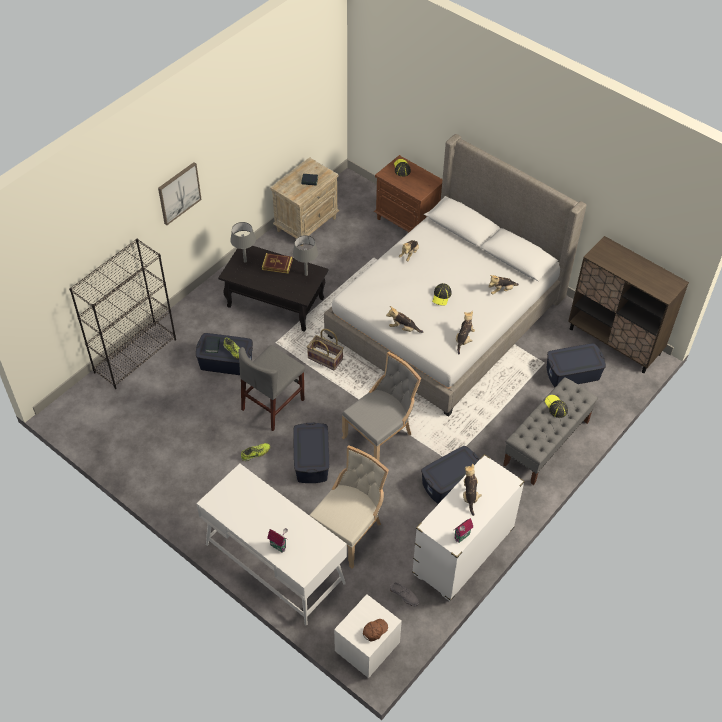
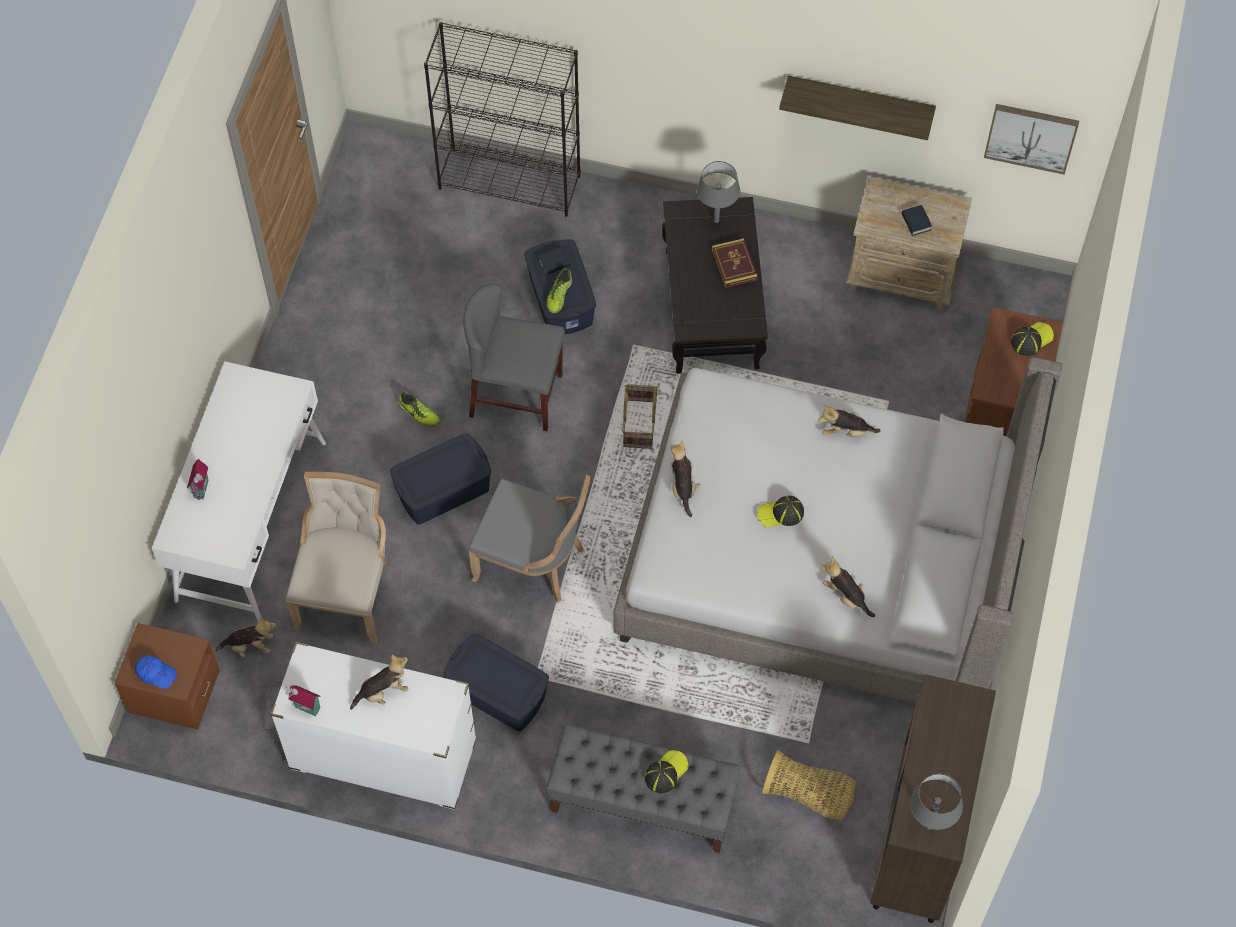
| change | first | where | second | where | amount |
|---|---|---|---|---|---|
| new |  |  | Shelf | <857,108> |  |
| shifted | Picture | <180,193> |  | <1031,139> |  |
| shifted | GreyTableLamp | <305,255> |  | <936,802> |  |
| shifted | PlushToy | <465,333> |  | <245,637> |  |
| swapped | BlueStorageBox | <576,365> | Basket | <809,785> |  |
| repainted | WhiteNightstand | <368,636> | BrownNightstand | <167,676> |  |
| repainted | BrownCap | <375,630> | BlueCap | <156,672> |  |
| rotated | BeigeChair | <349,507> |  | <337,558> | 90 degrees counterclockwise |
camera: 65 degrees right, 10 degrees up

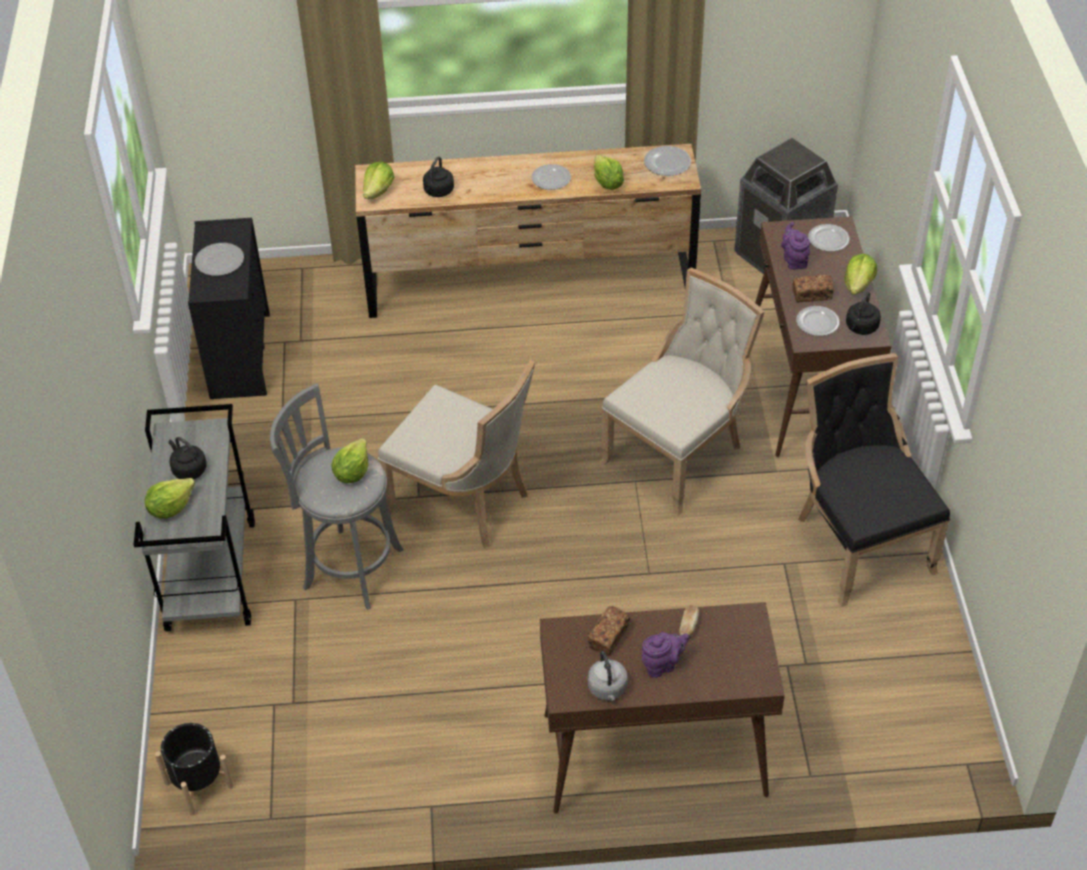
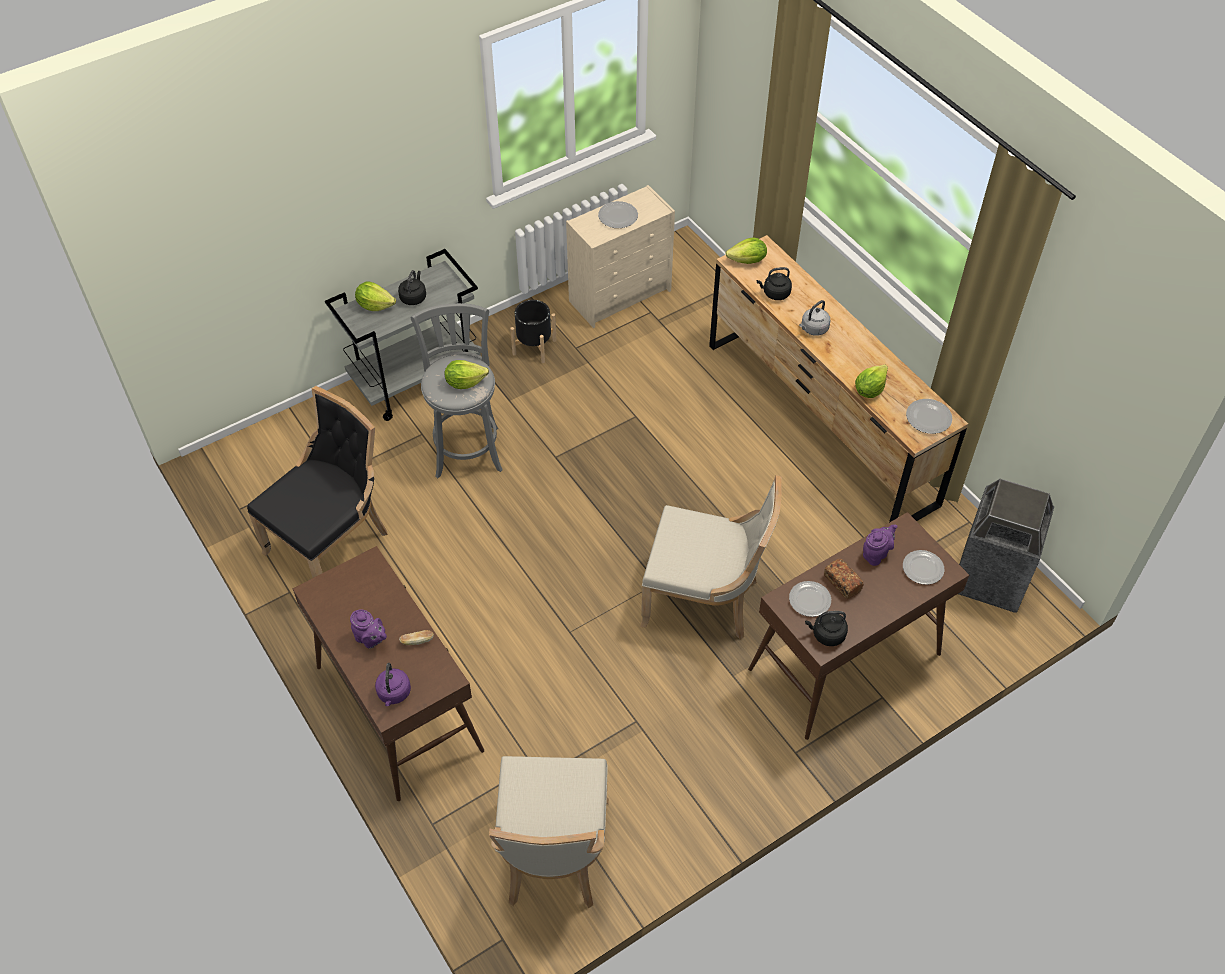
| change | first | where | second | where | amount |
|---|---|---|---|---|---|
| gone | Plate | <551,177> |  |  |  |
| gone | Bread | <609,631> |  |  |  |
| gone | Lettuce | <860,274> |  |  |  |
| new |  |  | PurpleKettle | <393,684> |  |
| shifted | BlackPlanter | <194,769> |  | <533,331> |  |
| shifted | BeigeChair | <456,454> |  | <549,832> |  |
| shifted | GreyKettle | <608,676> |  | <814,318> |  |
| shifted | BlackChair | <874,480> |  | <317,482> |  |
| repainted | BlackDresser | <229,308> | BeigeDresser | <620,256> |  |
camera: 60 degrees right, 5 degrees up

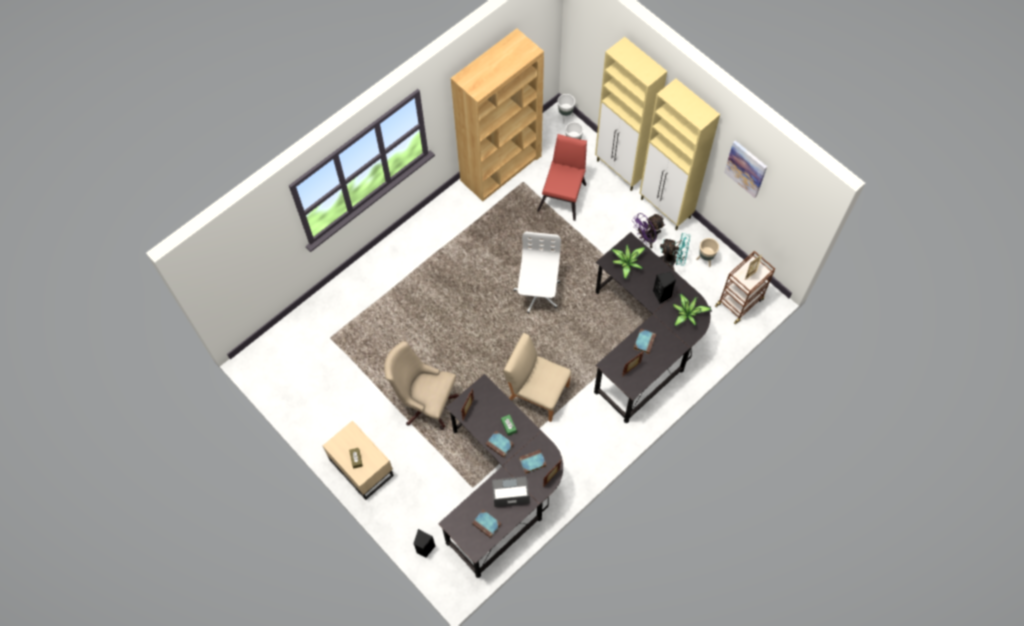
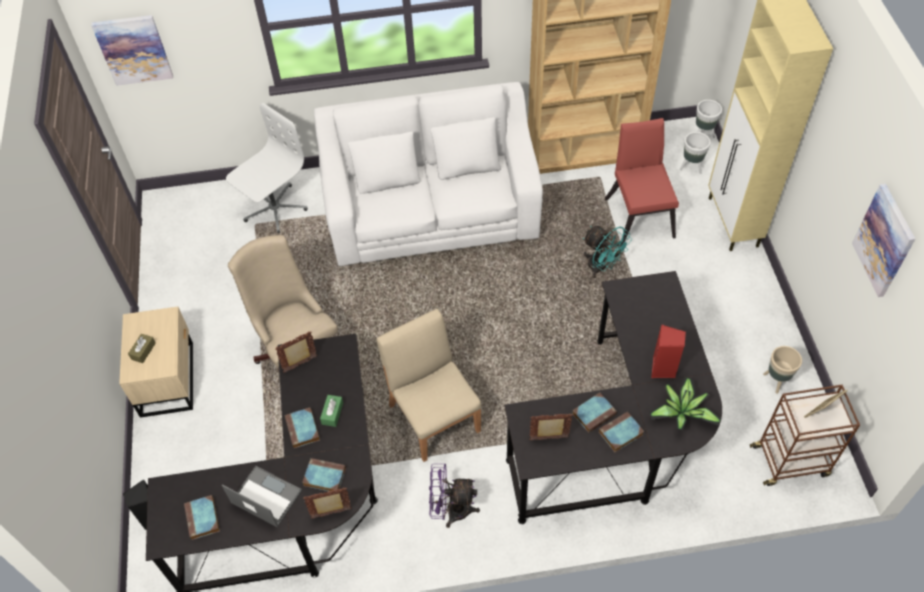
| change | first | where | second | where | amount |
|---|---|---|---|---|---|
| gone | PottedPlant | <629,262> |  |  |  |
| gone | BeigeCabinet | <680,154> |  |  |  |
| new |  |  | Picture | <132,50> |  |
| new |  |  | WhiteSofa | <428,174> |  |
| new |  |  | Book | <621,432> |  |
| shifted | WhiteOfficeChair | <537,272> |  | <267,168> |  |
| shifted | PurpleFan | <648,230> |  | <454,496> |  |
| shifted | TurquoiseFan | <674,251> |  | <607,252> |  |
| repainted | BlackSpeaker | <664,288> | RedSpeaker | <668,351> |  |
| rotated | RedChair | <562,177> |  | <641,182> | 60 degrees counterclockwise |
camera: 35 degrees right, 10 degrees down

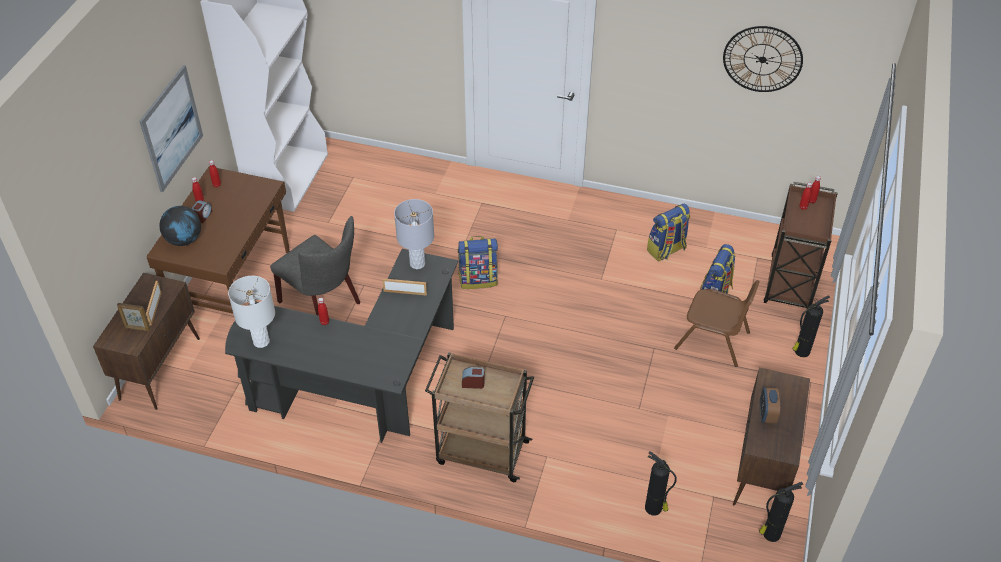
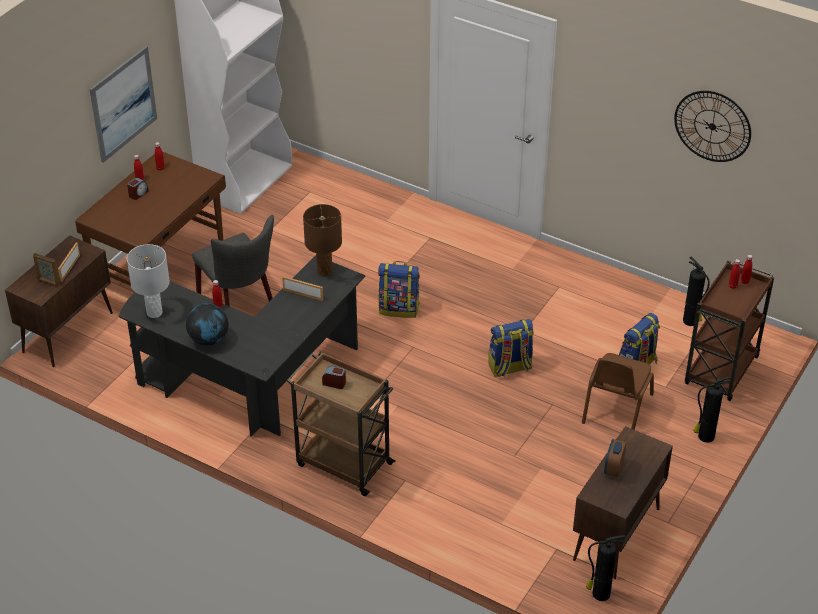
| change | first | where | second | where | amount |
|---|---|---|---|---|---|
| shifted | Globe | <180,226> |  | <207,324> |  |
| shifted | FireExtinguisher | <661,483> |  | <696,291> |  |
| shifted | Backpack | <668,232> |  | <511,348> |  |
| repainted | GreyTableLamp | <414,234> | BrownTableLamp | <322,240> |  |
| rotated | BrownChair | <717,323> |  | <618,391> | 75 degrees clockwise |
camera: 15 degrees right, 5 degrees down

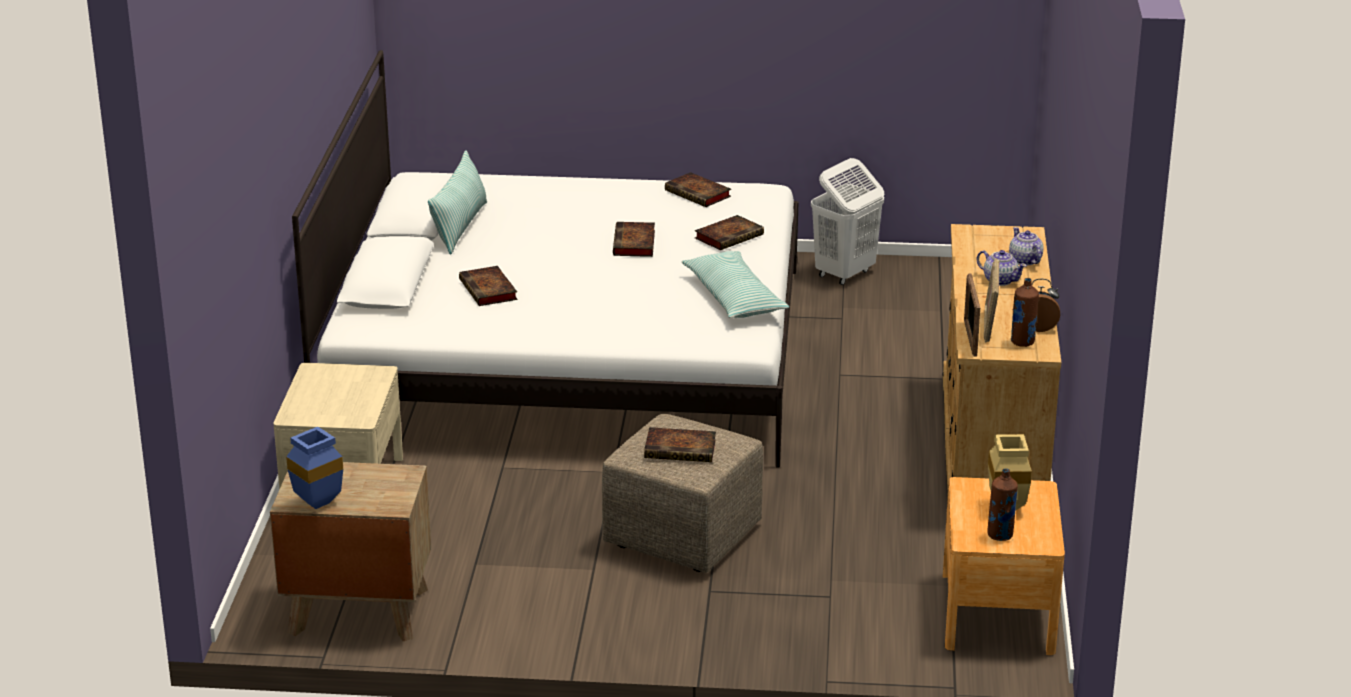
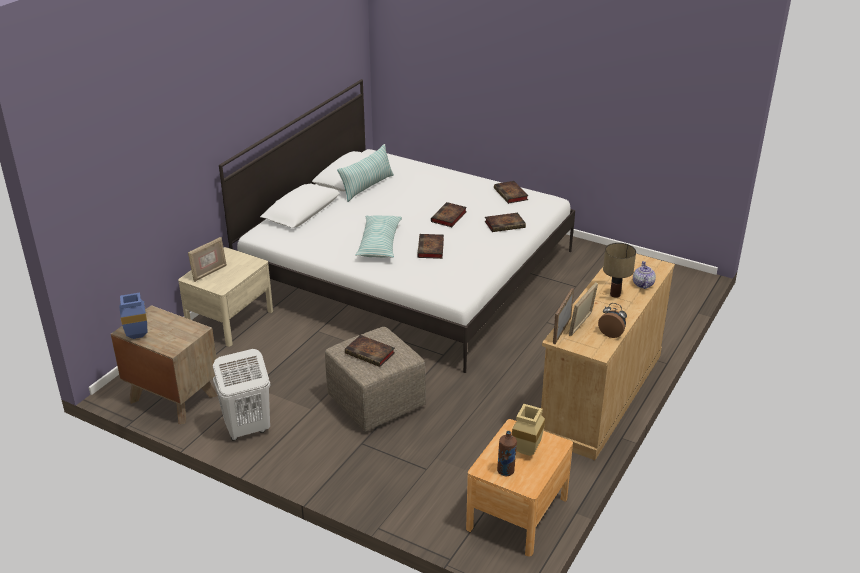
| change | first | where | second | where | amount |
|---|---|---|---|---|---|
| gone | BrownBottle | <1025,312> |  |  |  |
| new |  |  | PictureFrame | <207,259> |  |
| shifted | Book | <488,286> |  | <430,246> |  |
| shifted | Pillow | <735,284> |  | <378,236> |  |
| shifted | WhiteLaundryBasket | <847,221> |  | <241,395> |  |
| swapped | Teapot | <1002,268> | TableLamp | <619,270> |  |
camera: 25 degrees right, 5 degrees up

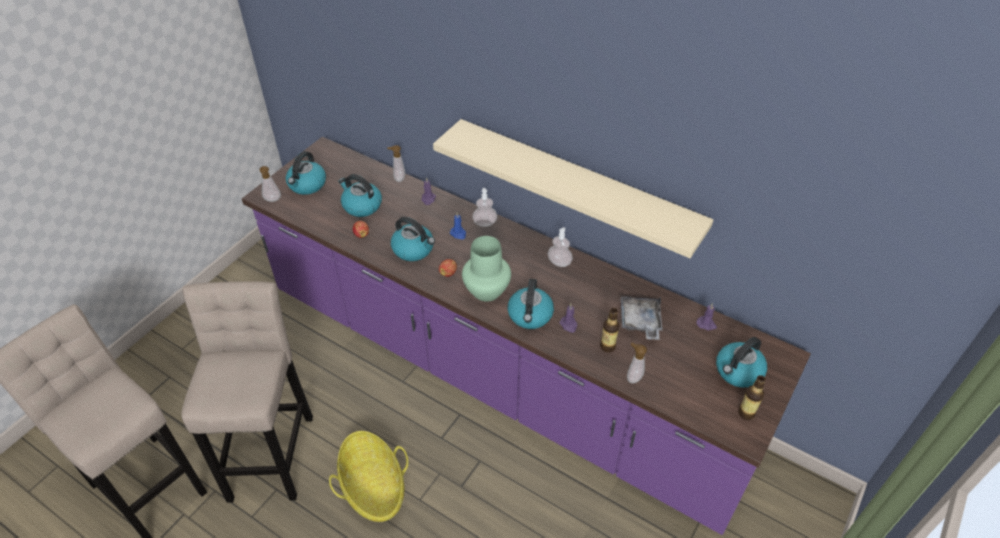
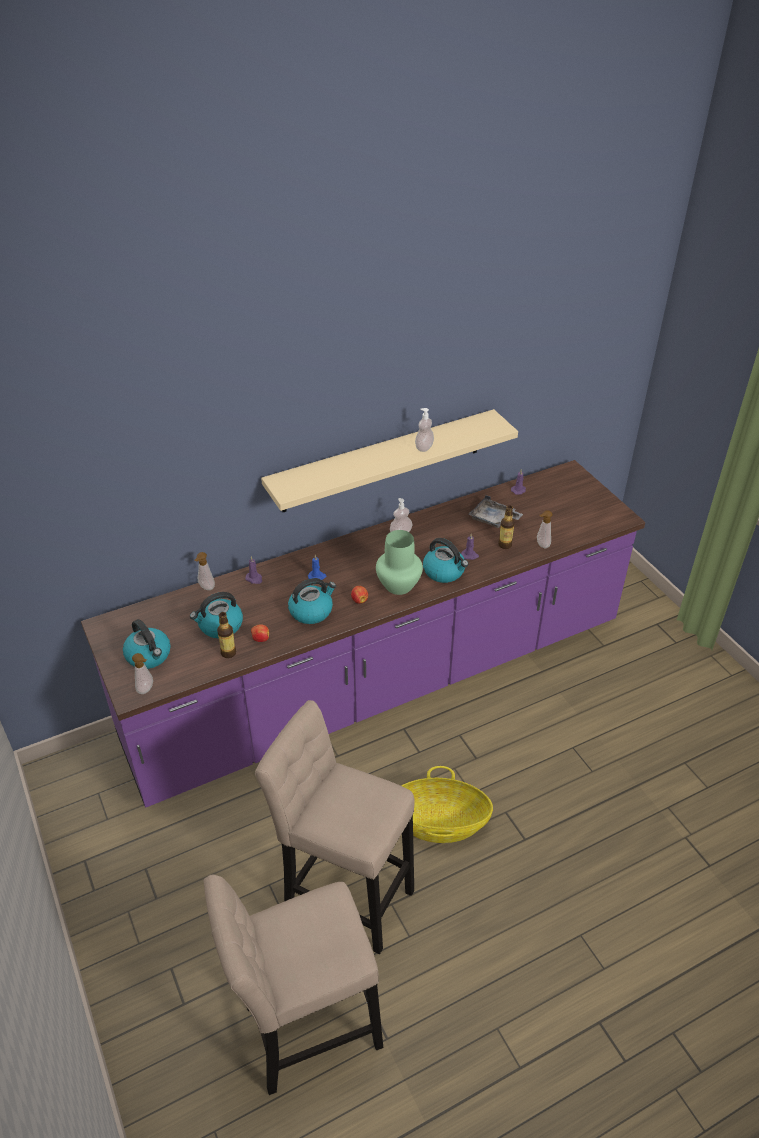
| change | first | where | second | where | amount |
|---|---|---|---|---|---|
| gone | Kettle | <741,362> |  |  |  |
| shifted | SoapDispenser | <484,207> |  | <424,430> |  |
| shifted | Bottle | <752,397> |  | <226,635> |  |
camera: 60 degrees left, 5 degrees down

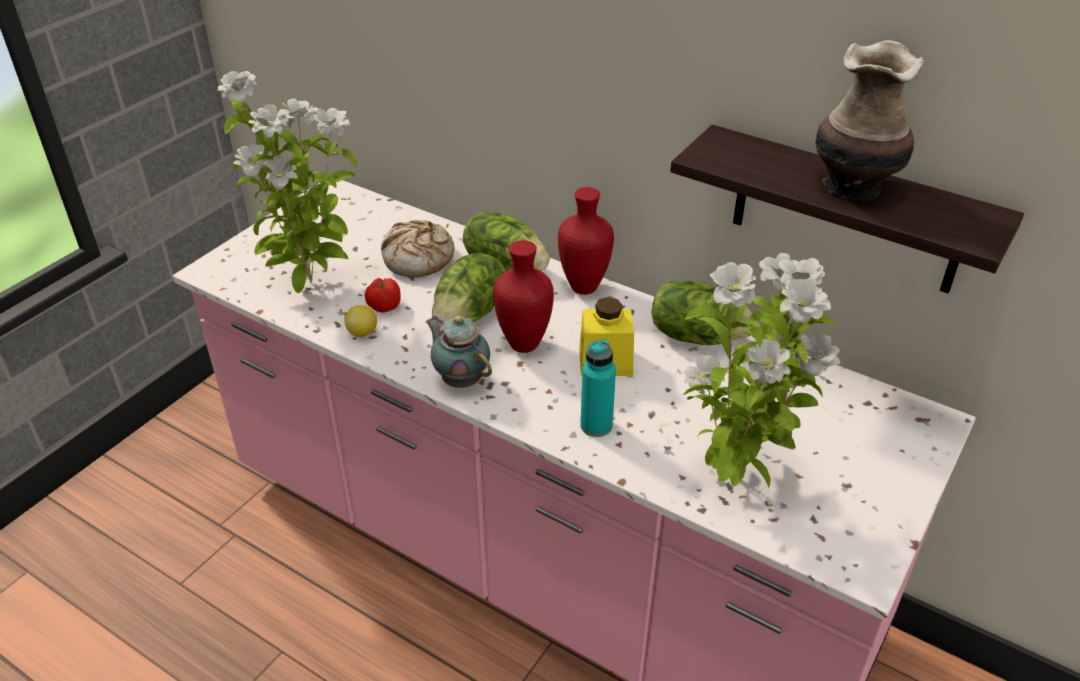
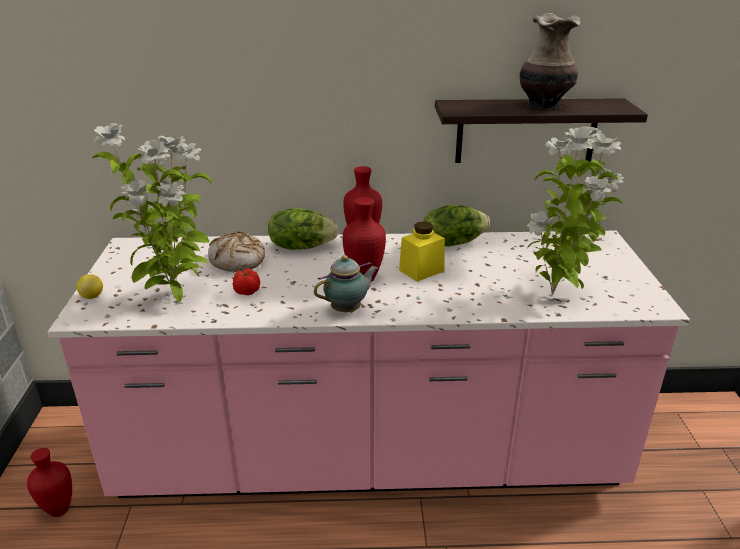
| change | first | where | second | where | amount |
|---|---|---|---|---|---|
| gone | Lettuce | <469,290> |  |  |  |
| gone | TurquoiseBottle | <598,388> |  |  |  |
| new |  |  | RedVase | <49,482> |  |
| shifted | Lemon | <360,321> |  | <89,286> |  |
| rotated | Teapot | <458,352> |  | <346,283> | 135 degrees clockwise |
camera: 35 degrees left, 10 degrees down

